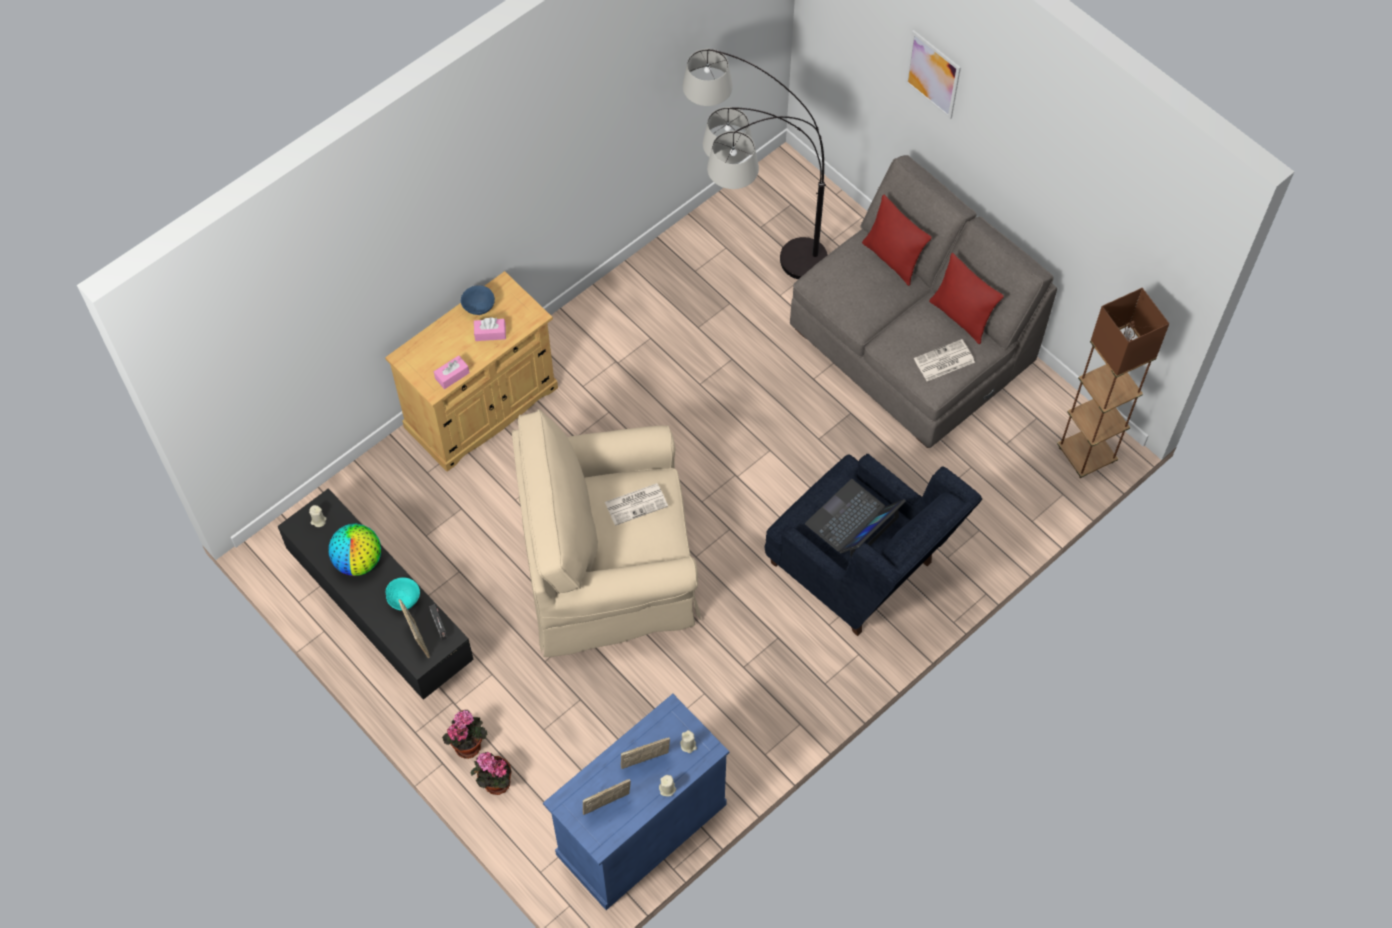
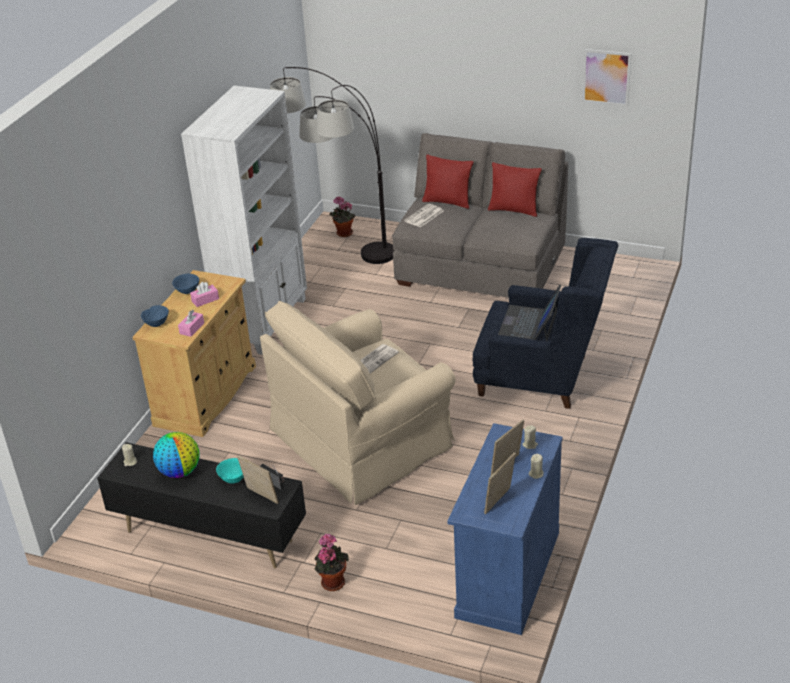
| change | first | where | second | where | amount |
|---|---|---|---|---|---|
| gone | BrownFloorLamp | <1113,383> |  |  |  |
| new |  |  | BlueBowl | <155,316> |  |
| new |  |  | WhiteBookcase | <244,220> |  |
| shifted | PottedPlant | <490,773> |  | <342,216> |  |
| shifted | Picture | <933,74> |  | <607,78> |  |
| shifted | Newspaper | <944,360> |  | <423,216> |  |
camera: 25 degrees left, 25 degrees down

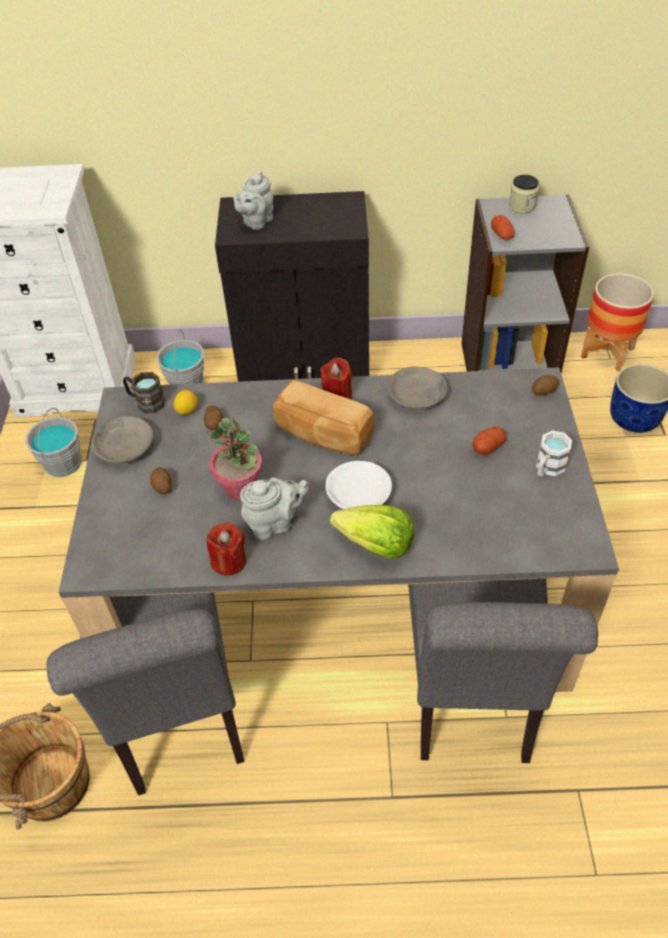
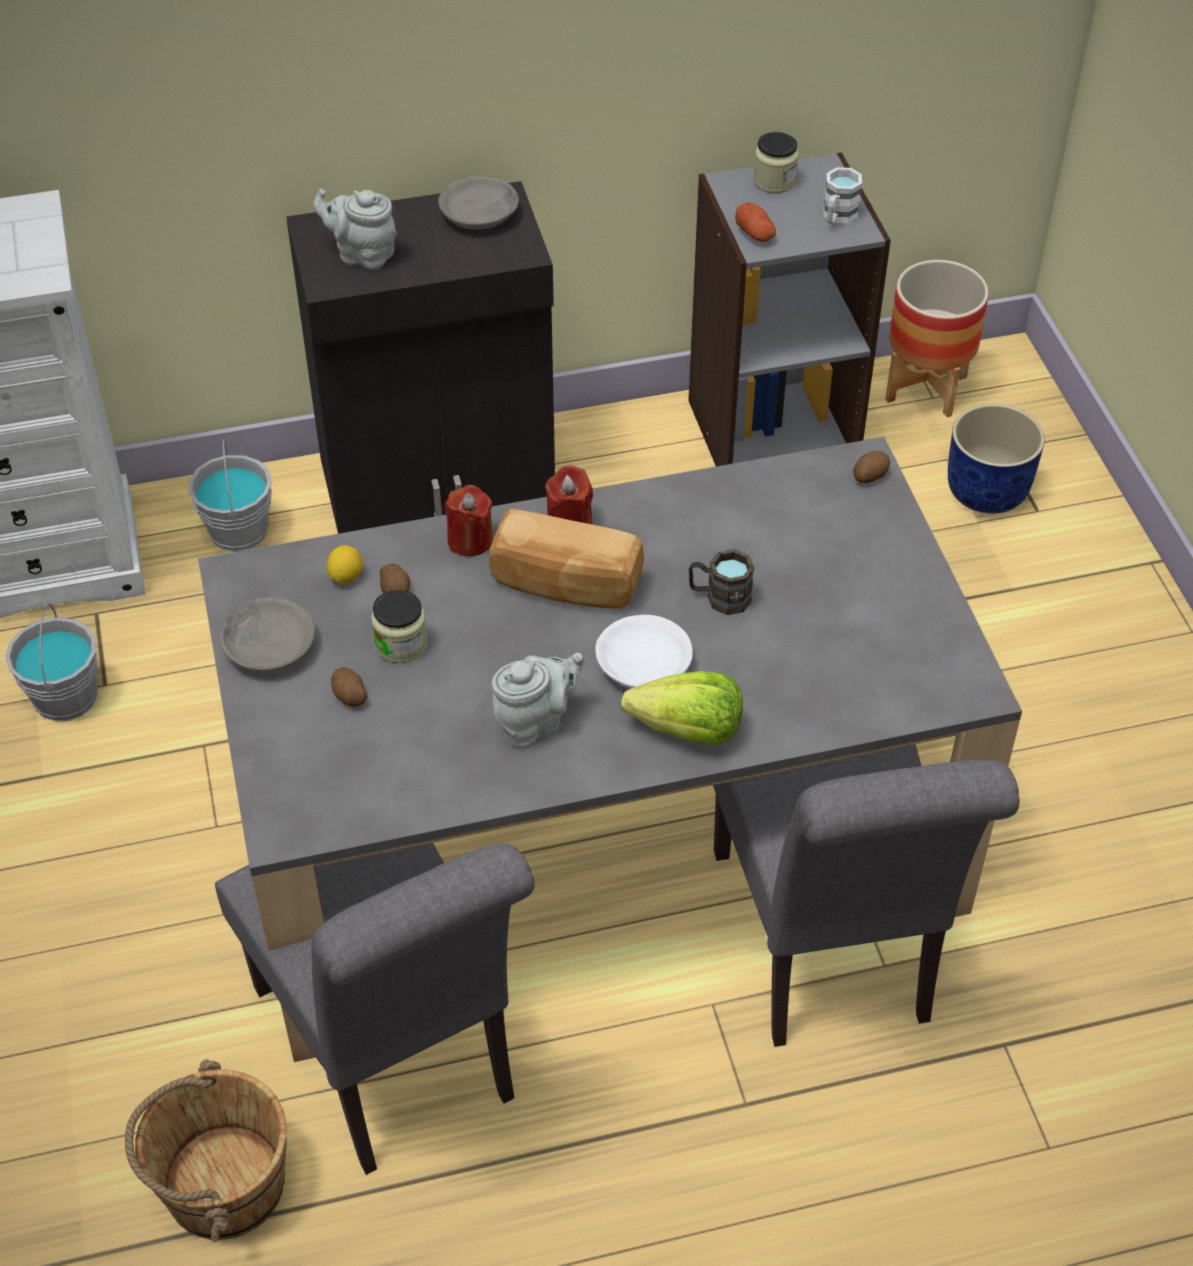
| change | first | where | second | where | amount |
|---|---|---|---|---|---|
| gone | PottedPlant | <236,457> |  |  |  |
| gone | Potato | <489,441> |  |  |  |
| new |  |  | Jar | <399,626> |  |
| shifted | BrownMug | <144,392> |  | <721,582> |  |
| shifted | RedCandle | <226,548> |  | <469,520> |  |
| shifted | GreyBowl | <417,388> |  | <478,202> |  |
| shifted | WhiteMug | <554,454> |  | <842,195> |  |
| rotated | GreyTeapot | <253,200> |  | <354,229> | 90 degrees clockwise |
camera: 15 degrees left, 0 degrees up

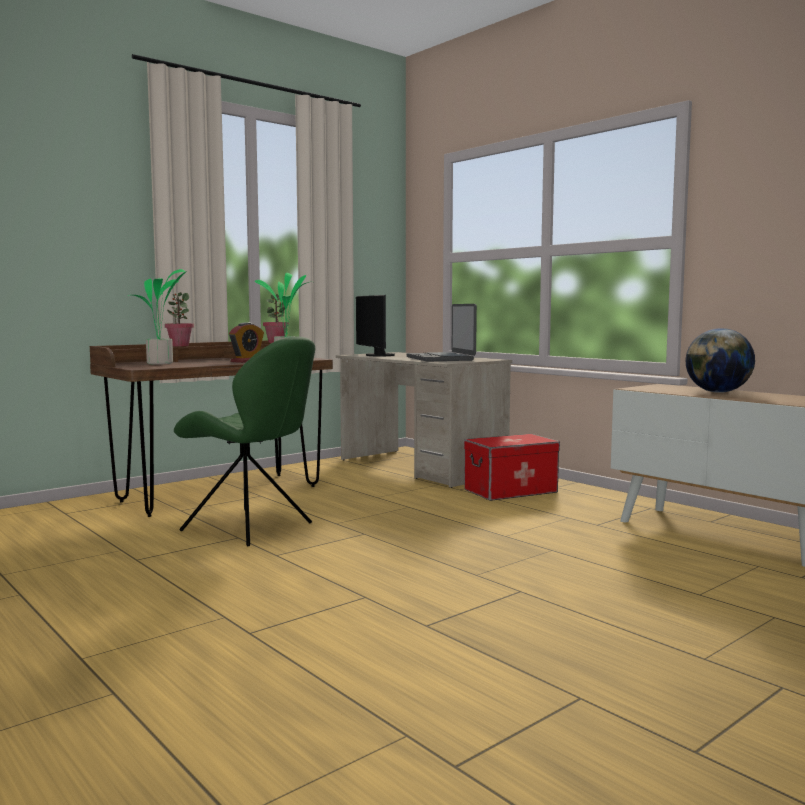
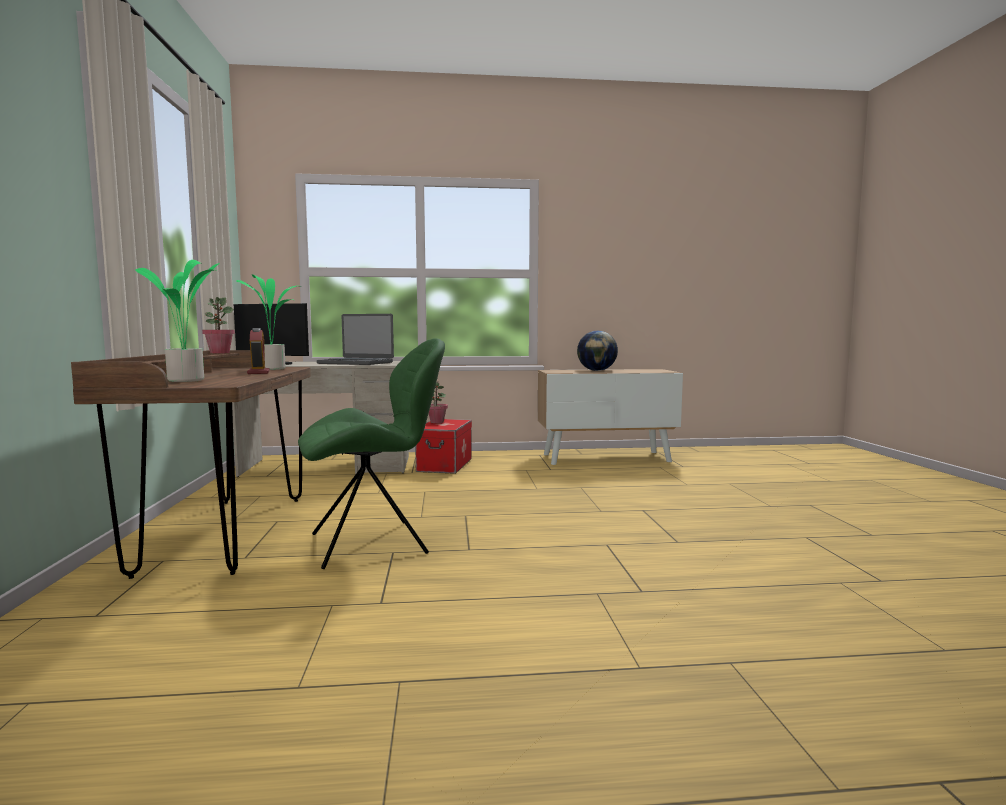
| change | first | where | second | where | amount |
|---|---|---|---|---|---|
| shifted | PottedPlant | <179,319> |  | <438,402> |  |
camera: 55 degrees left, 0 degrees up

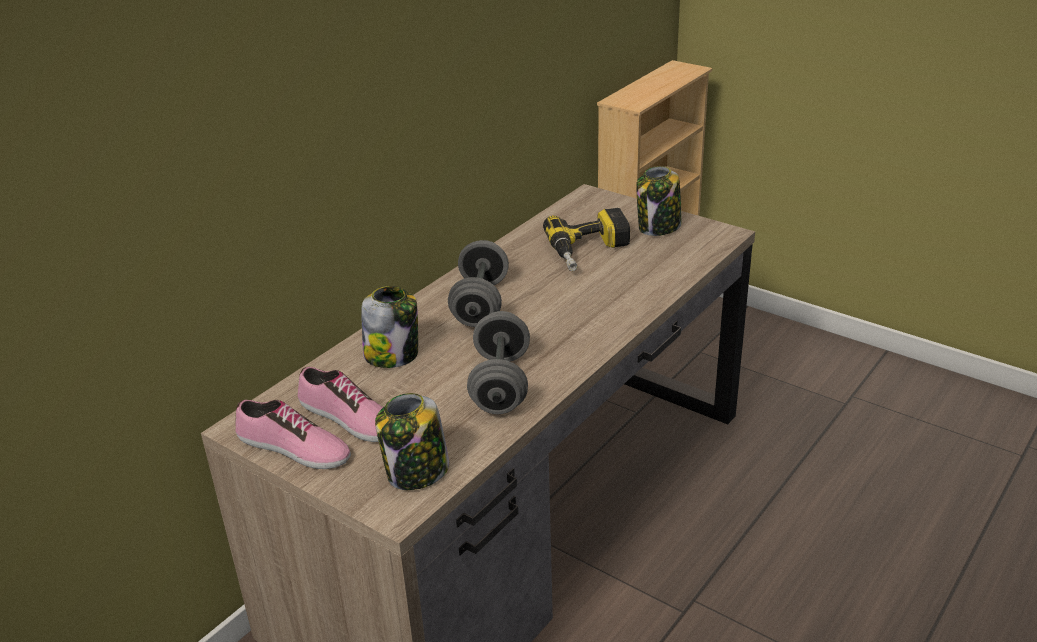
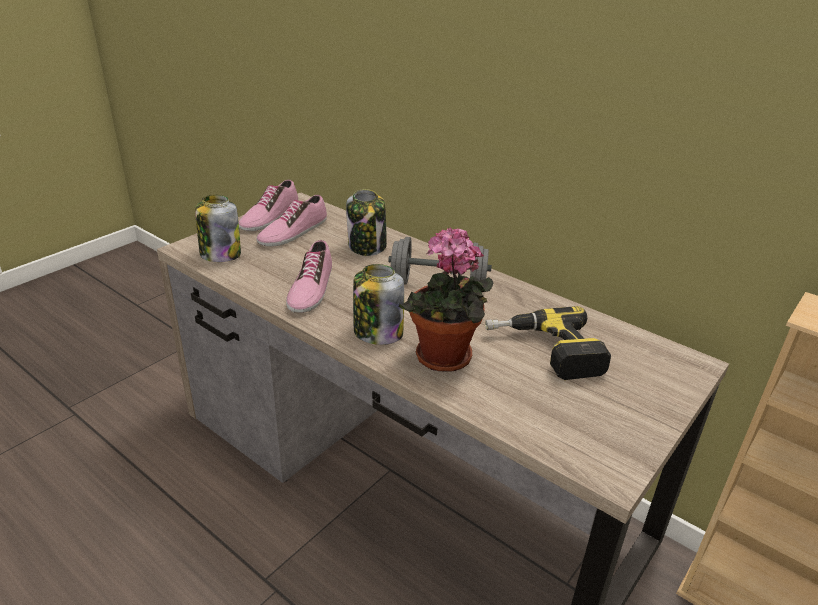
| change | first | where | second | where | amount |
|---|---|---|---|---|---|
| new |  |  | PottedPlant | <446,299> |  |
| shifted | Jar | <659,201> |  | <378,304> |  |
| swapped | GreyDumbbell | <498,362> | Shoe | <309,276> |  |
camera: 90 degrees right, 0 degrees up

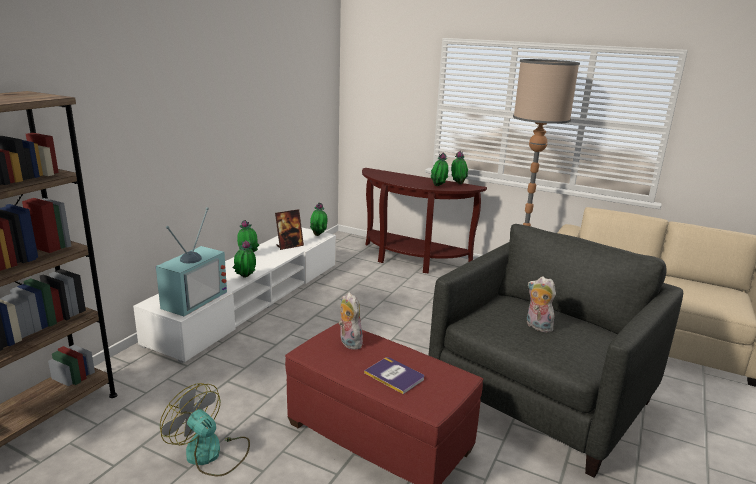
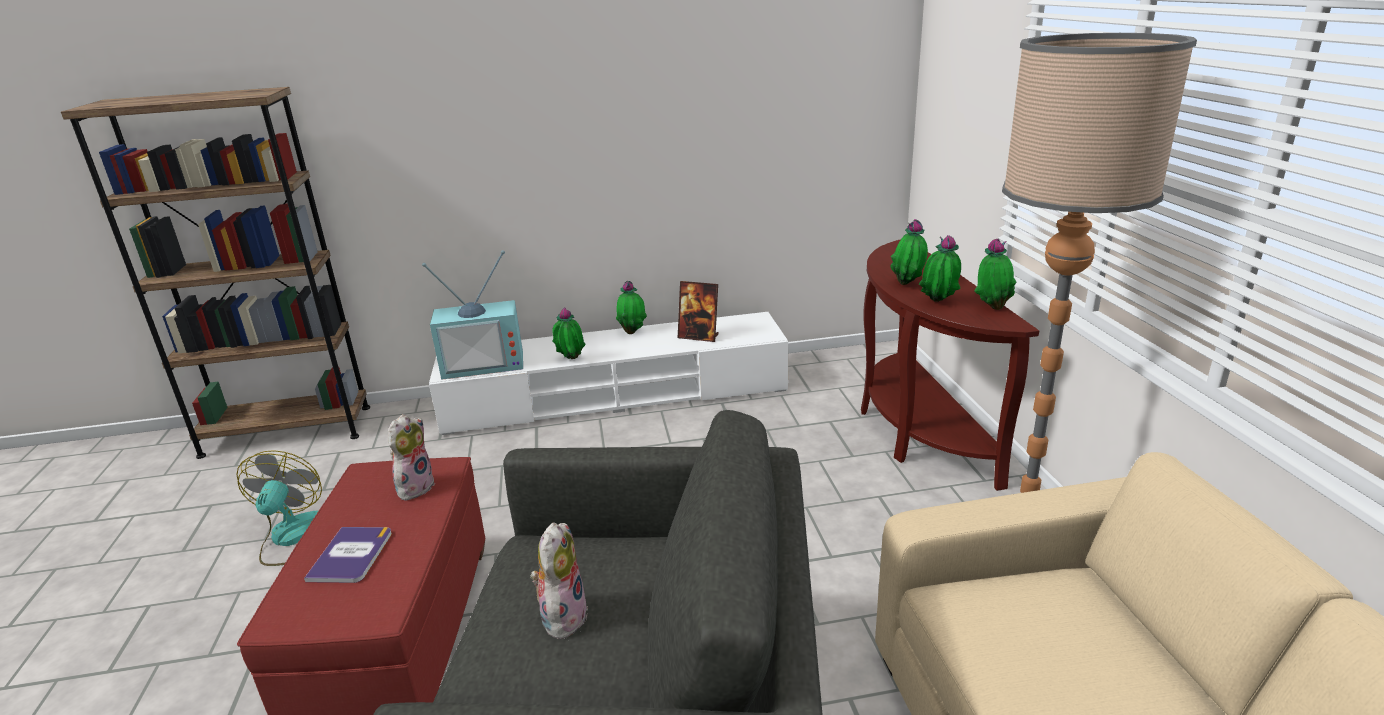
| change | first | where | second | where | amount |
|---|---|---|---|---|---|
| shifted | PottedPlant | <319,219> |  | <909,252> |  |
camera: 55 degrees right, 5 degrees up

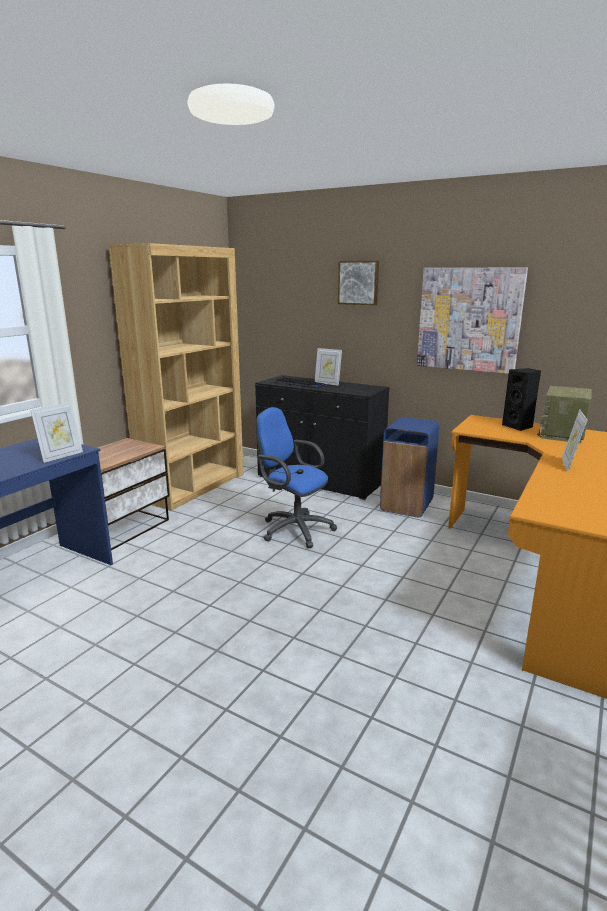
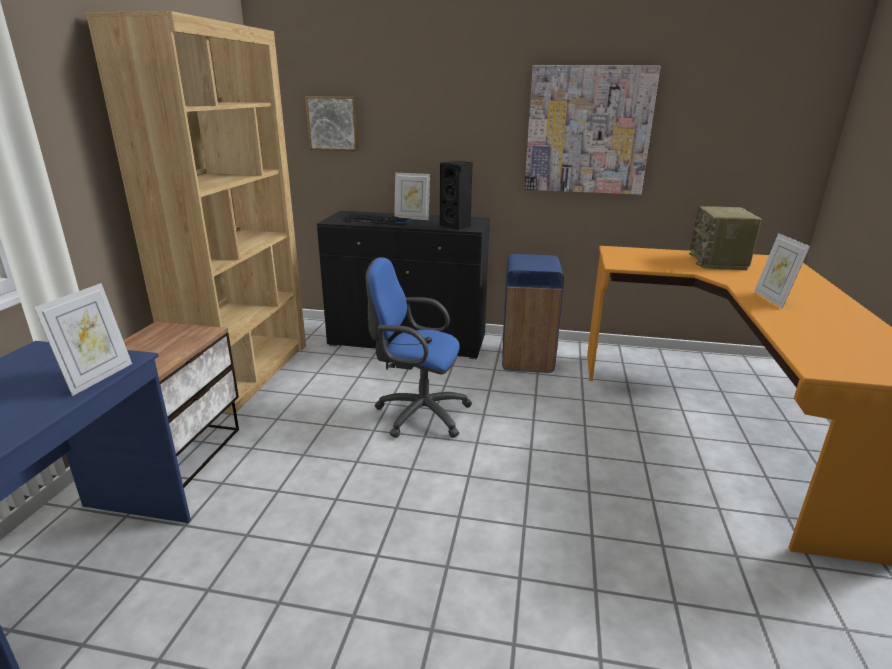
| change | first | where | second | where | amount |
|---|---|---|---|---|---|
| shifted | Picture | <358,283> |  | <332,123> |  |
| shifted | BlackSpeaker | <521,399> |  | <456,195> |  |
camera: 20 degrees left, 5 degrees up

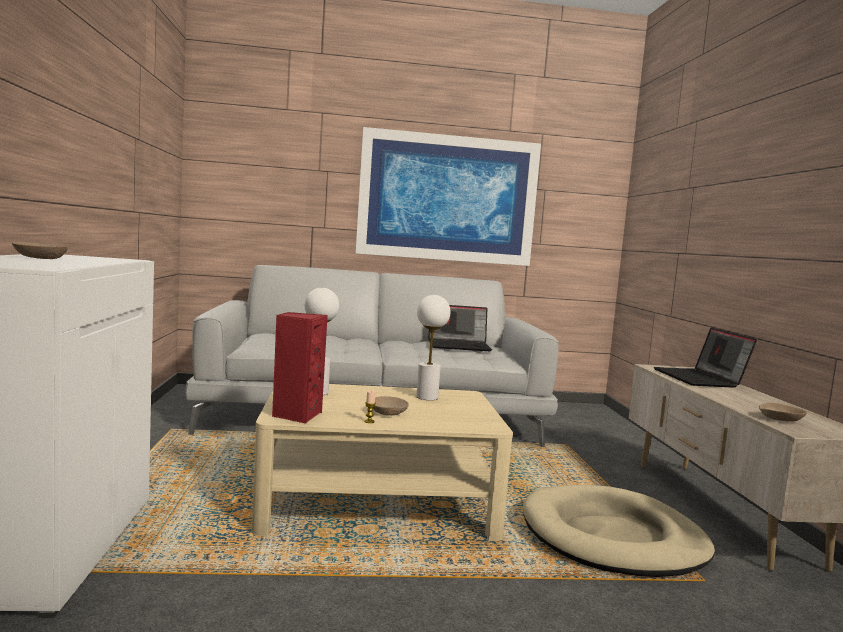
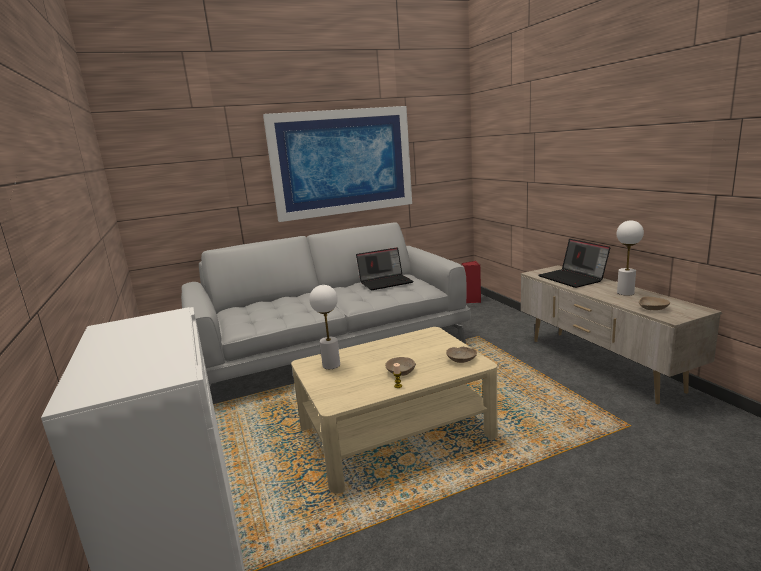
| change | first | where | second | where | amount |
|---|---|---|---|---|---|
| gone | BeigeDogBed | <619,531> |  |  |  |
| shifted | BeigeBowl | <40,250> |  | <461,355> |  |
| shifted | RedSpeaker | <300,368> |  | <471,282> |  |
| shifted | WhiteTableLamp | <433,347> |  | <630,258> |  |
camera: 15 degrees left, 10 degrees up

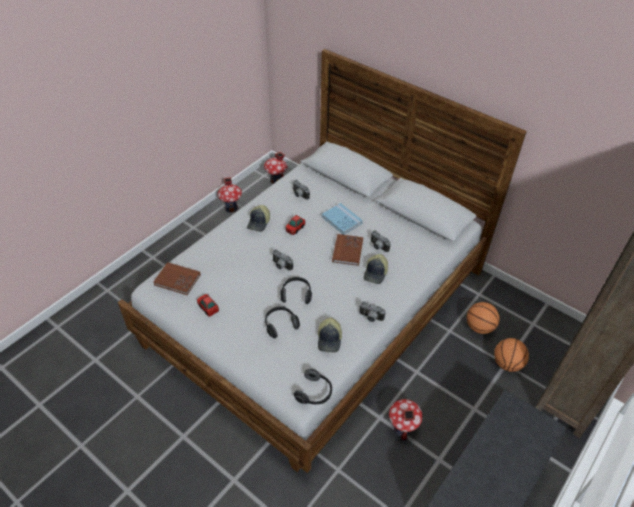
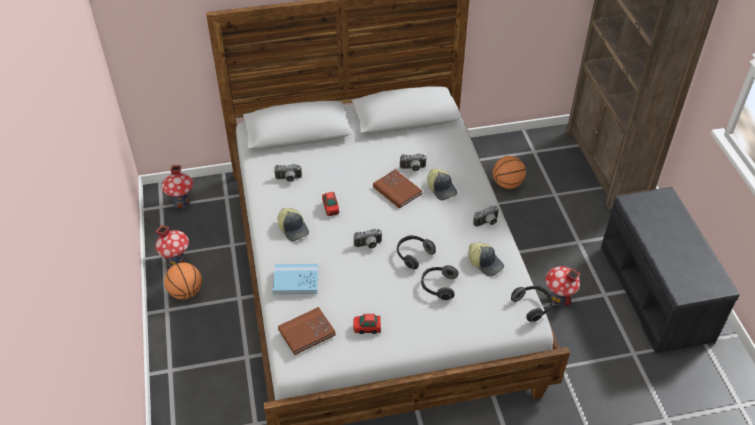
| change | first | where | second | where | amount |
|---|---|---|---|---|---|
| shifted | BlueBook | <342,219> |  | <296,279> |  |
| shifted | Basketball | <511,355> |  | <183,281> |  |
camera: 50 degrees left, 0 degrees up

